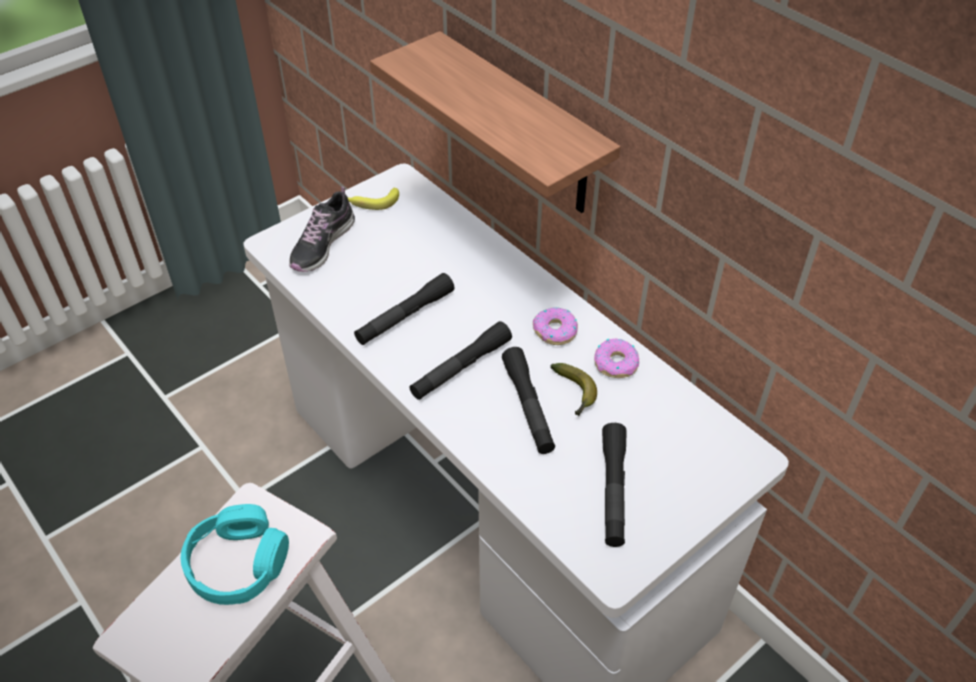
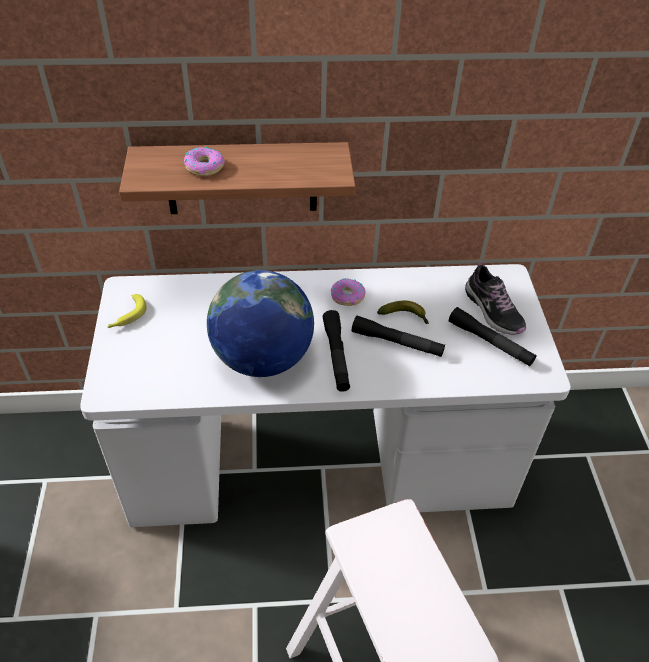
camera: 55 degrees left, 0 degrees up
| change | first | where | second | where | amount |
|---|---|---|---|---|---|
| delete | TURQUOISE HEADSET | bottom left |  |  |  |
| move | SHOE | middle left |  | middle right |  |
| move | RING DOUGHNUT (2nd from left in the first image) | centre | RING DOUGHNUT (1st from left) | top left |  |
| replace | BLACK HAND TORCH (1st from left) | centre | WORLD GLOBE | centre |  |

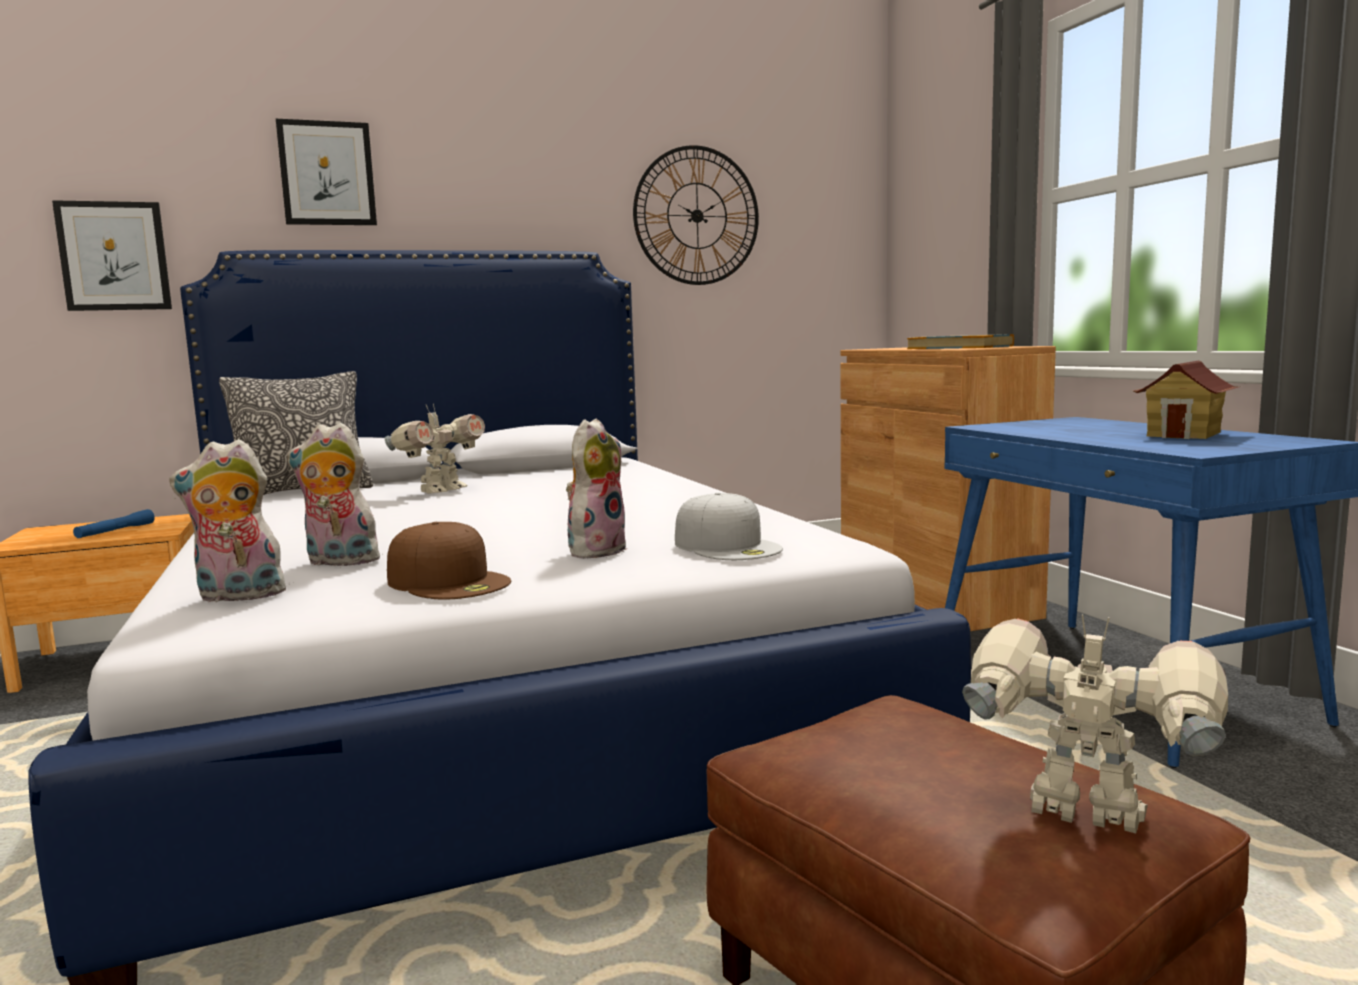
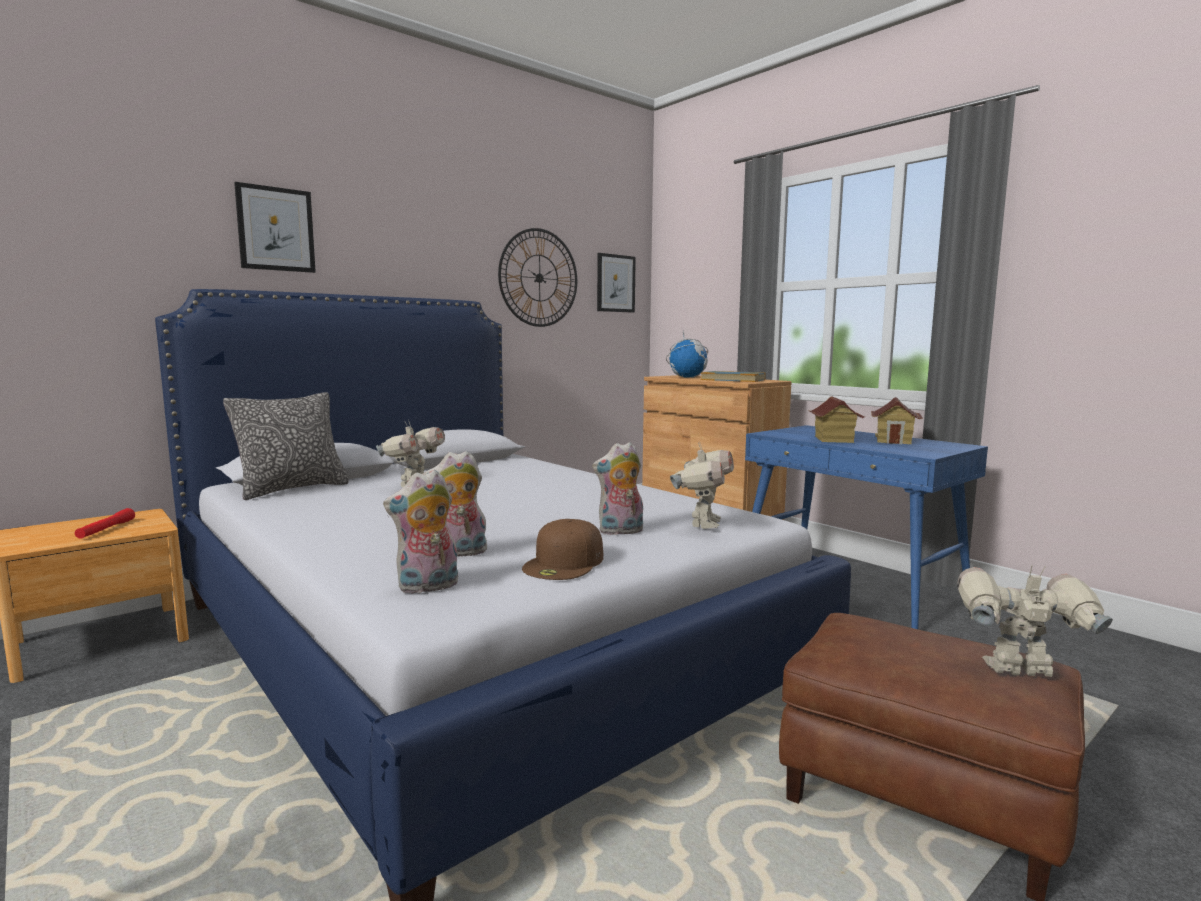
camera: 20 degrees left, 0 degrees up
| change | first | where | second | where | amount |
|---|---|---|---|---|---|
| insert |  |  | WORLD GLOBE | centre |  |
| insert |  |  | MODEL HOUSE (1st from left) | middle right |  |
| move | WALL ART (1st from left in the first image) | top left | WALL ART (2nd from left) | top centre |  |
| replace | WHITE BASEBALL CAP | centre | ROBOT FIGURE (2nd from left) | centre |  |
| recolor | BLUE-COLOURED HAND TORCH | middle left | RED-COLOURED HAND TORCH | middle left |  |
| rotate | BROWN-COLOURED BASEBALL CAP | middle left |  | centre | 90 degrees clockwise |
| rotate | CUDDLY TOY (3rd from left) | centre |  | centre | 120 degrees counterclockwise |

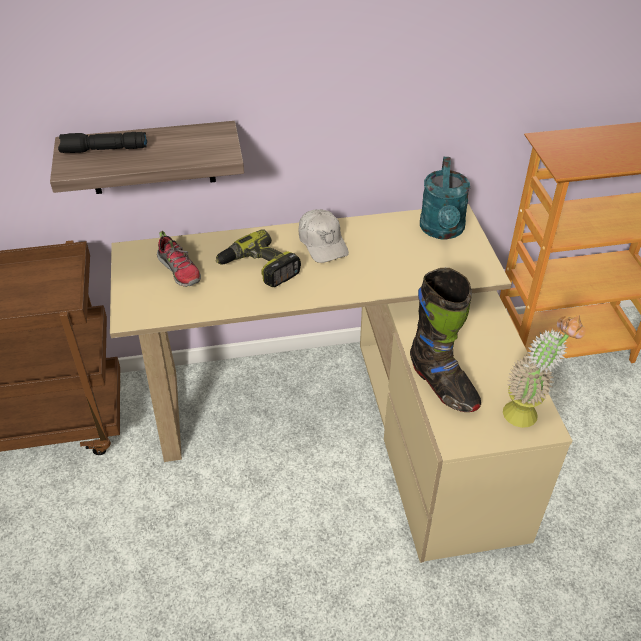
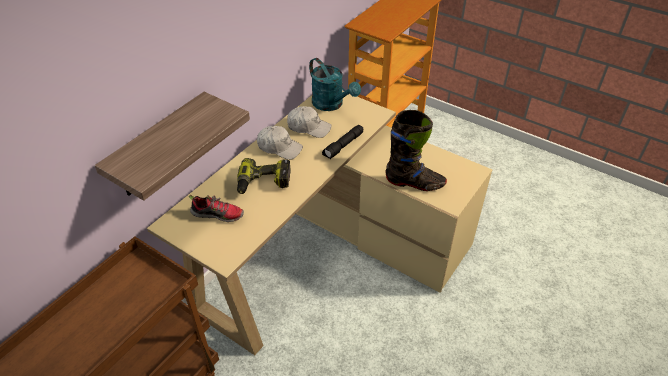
camera: 45 degrees left, 0 degrees up
| change | first | where | second | where | amount |
|---|---|---|---|---|---|
| delete | PLANT IN A POT | middle right |  |  |  |
| insert |  |  | WHITE BASEBALL CAP (2nd from left) | top centre |  |
| move | BLACK HAND TORCH | top left |  | centre |  |

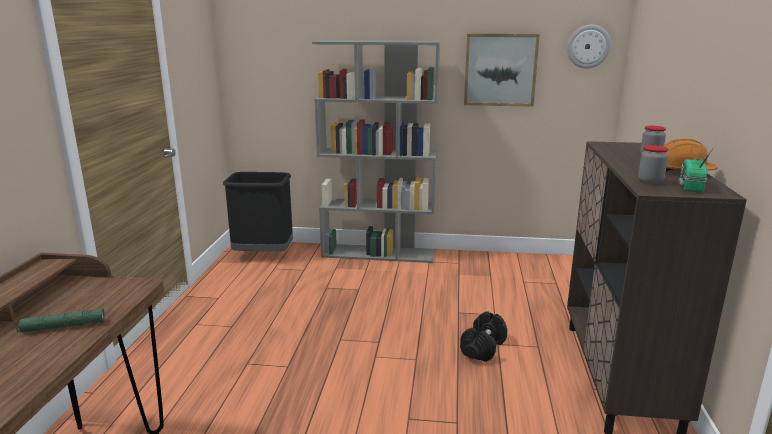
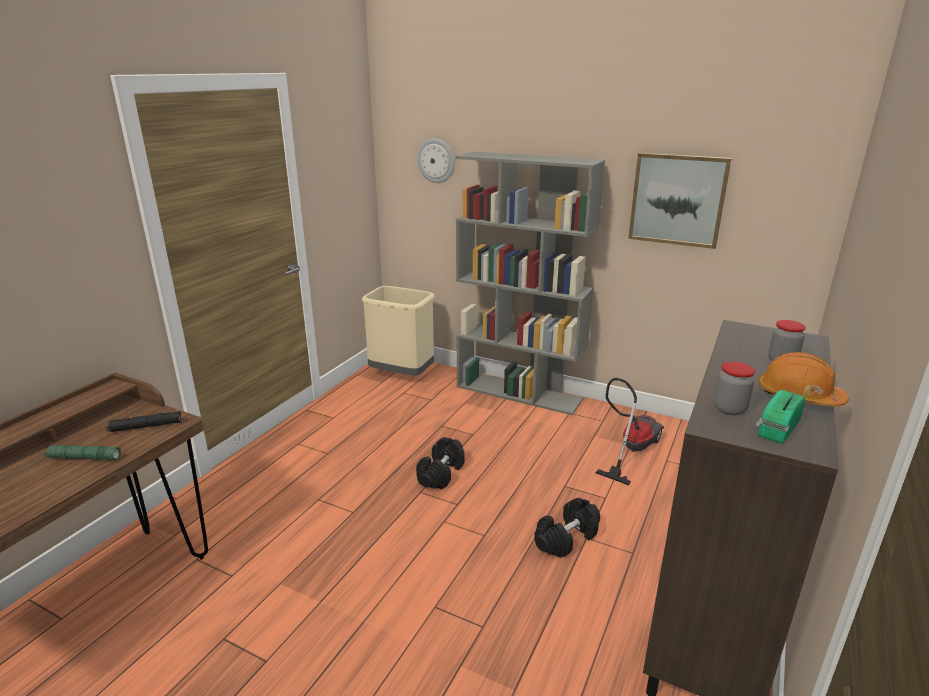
camera: 20 degrees right, 5 degrees up
| change | first | where | second | where | amount |
|---|---|---|---|---|---|
| insert |  |  | BLACK HAND TORCH | middle left |  |
| insert |  |  | BLACK HAND WEIGHT (1st from left) | centre |  |
| insert |  |  | VACUUM CLEANER | middle right |  |
| move | HANGING CLOCK | top right |  | top centre |  |
| recolor | BLACK WASTE BIN | centre | SAND-COLOURED WASTE BIN | centre |  |

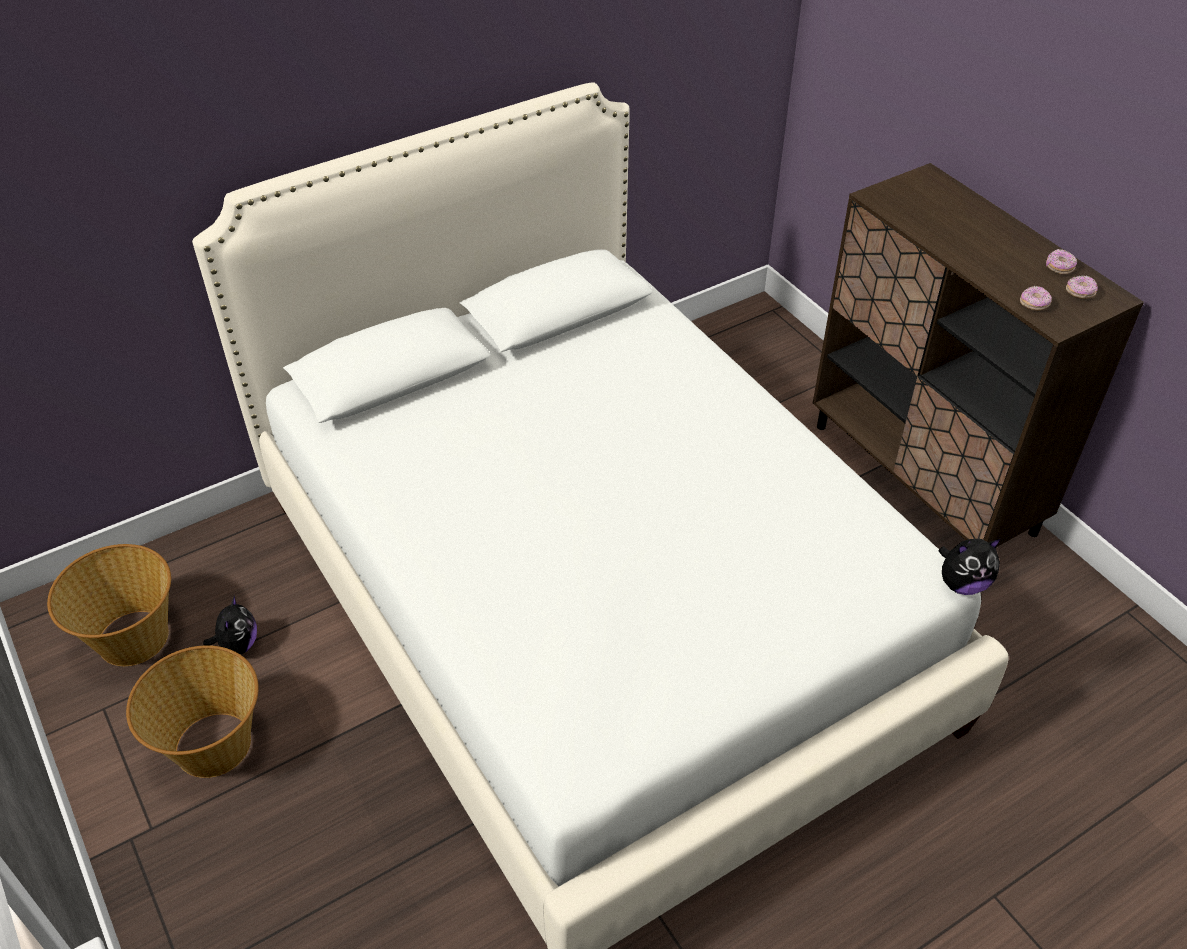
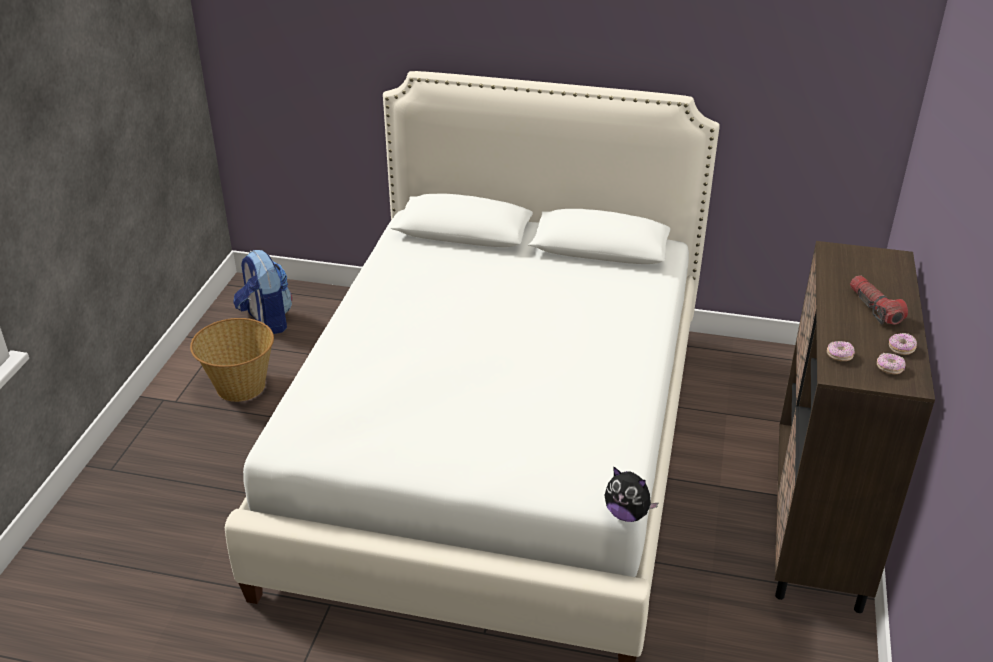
camera: 45 degrees right, 10 degrees down
| change | first | where | second | where | amount |
|---|---|---|---|---|---|
| delete | CUDDLY TOY (1st from left) | middle left |  |  |  |
| insert |  |  | HAND TORCH | middle right |  |
| replace | HOUSEHOLD BASKET (1st from left) | middle left | BACKPACK | middle left |  |

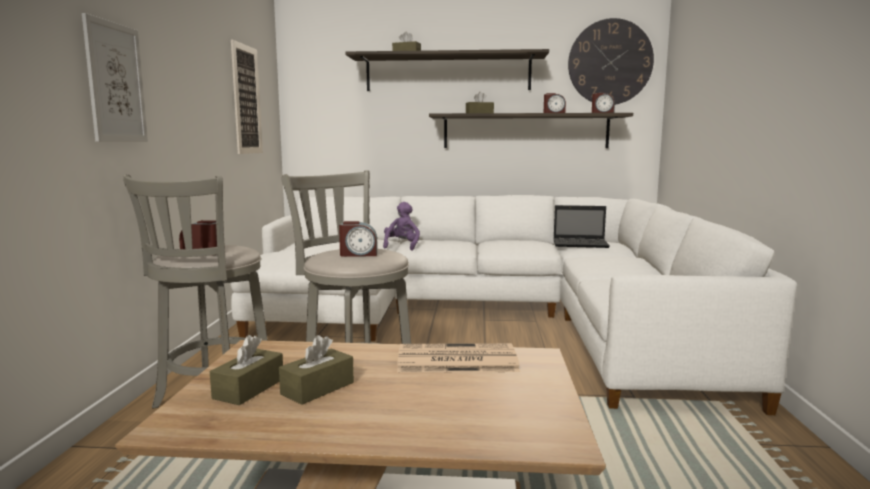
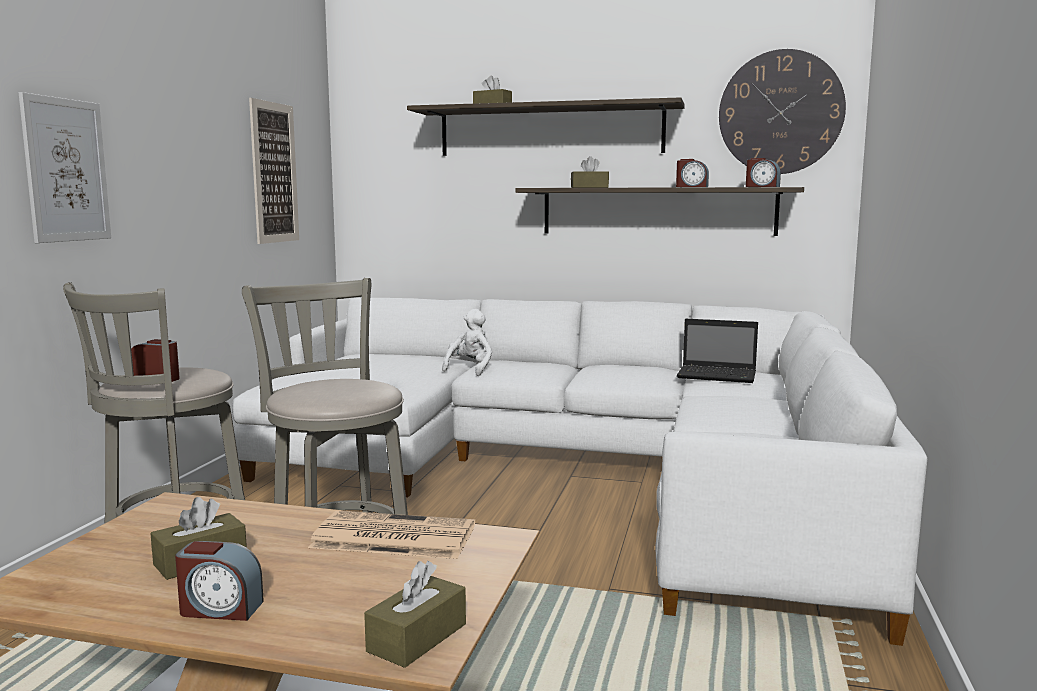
camera: 10 degrees right, 0 degrees up
| change | first | where | second | where | amount |
|---|---|---|---|---|---|
| move | BROWN-COLOURED TISSUE BOX (1st from left in the first image) | bottom left | BROWN-COLOURED TISSUE BOX (2nd from left) | bottom centre |  |
| move | BEDSIDE CLOCK (2nd from left) | centre |  | bottom left |  |
| recolor | PURPLE-COLOURED CUDDLY TOY | centre | WHITE CUDDLY TOY | centre |  |

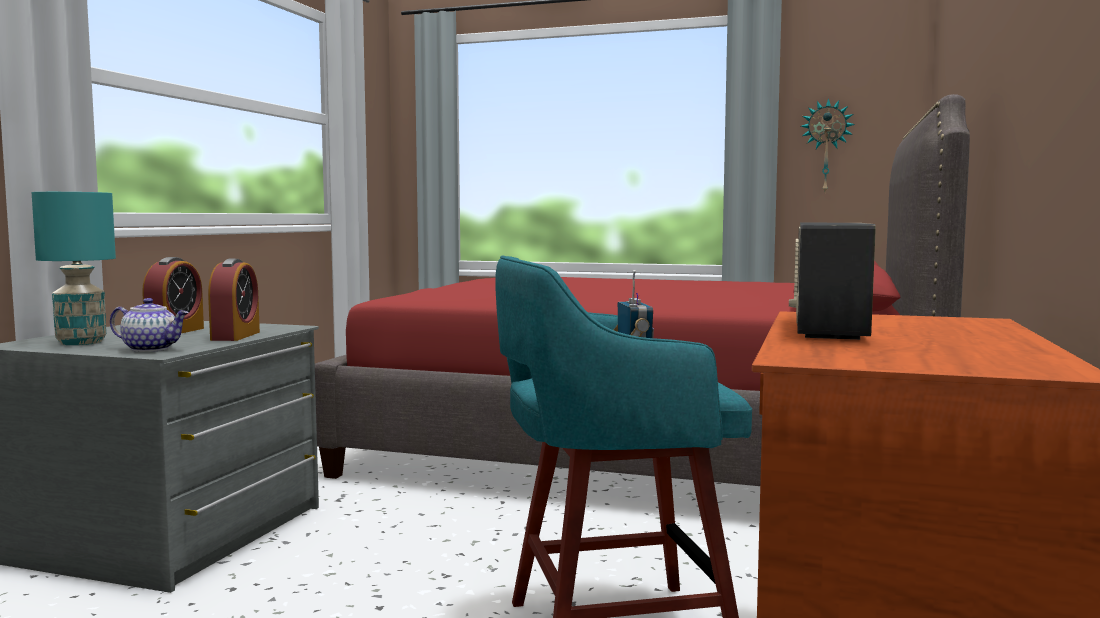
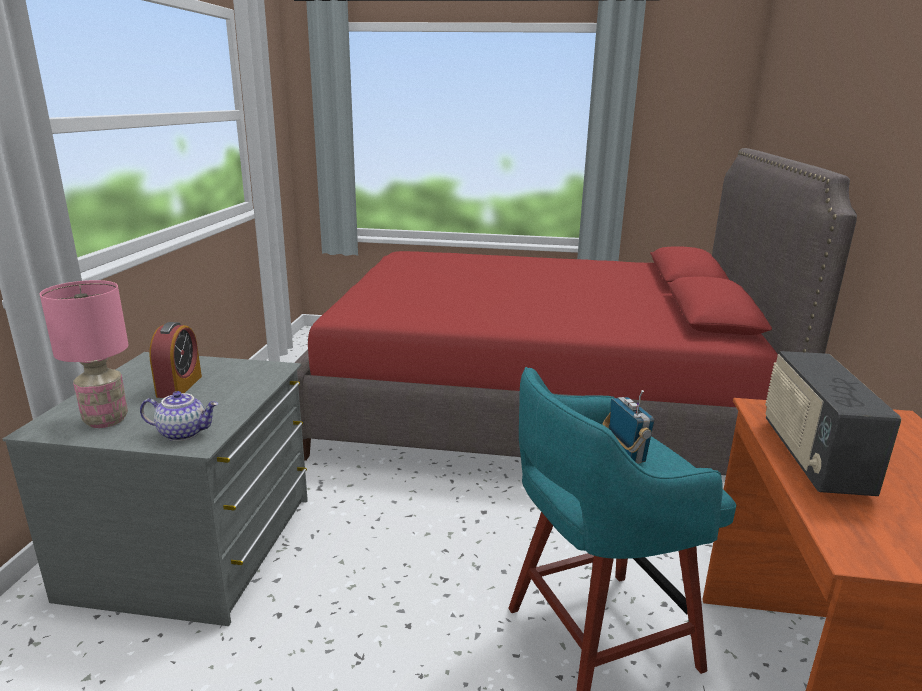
camera: 10 degrees left, 15 degrees up
| change | first | where | second | where | amount |
|---|---|---|---|---|---|
| delete | BEDSIDE CLOCK (2nd from left) | middle left |  |  |  |
| delete | HANGING CLOCK | top right |  |  |  |
| recolor | TURQUOISE LAMP FOR A TABLE | middle left | PINK LAMP FOR A TABLE | middle left |  |

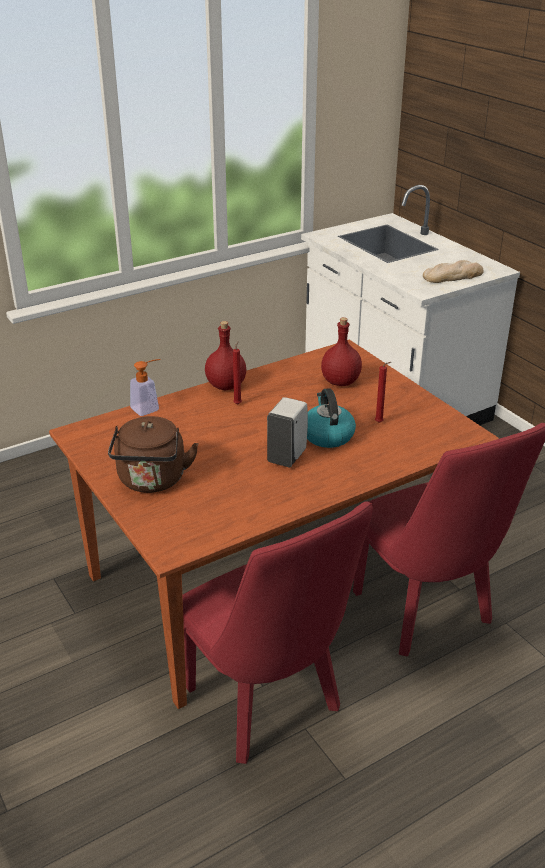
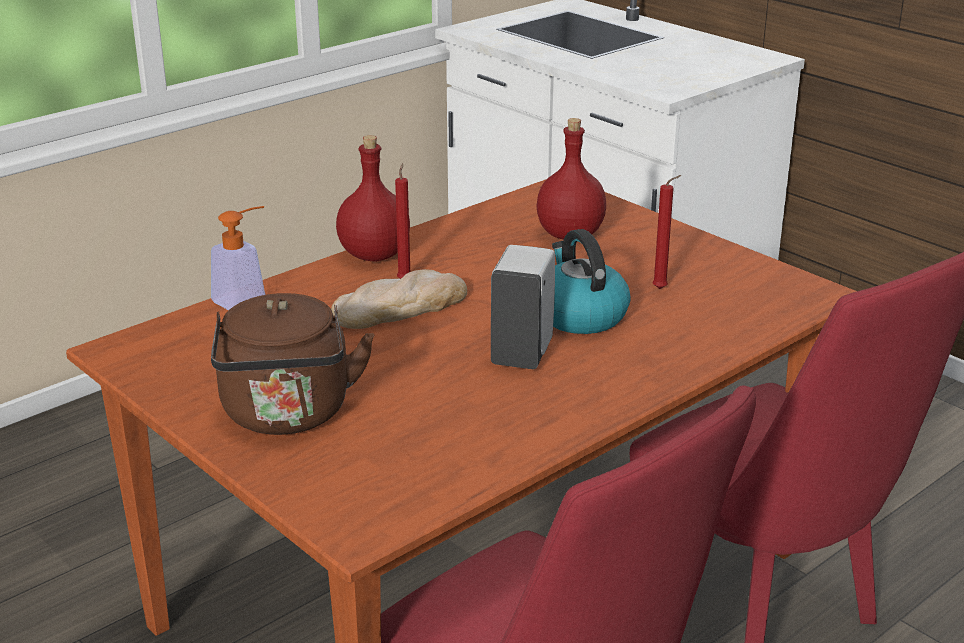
camera: 10 degrees left, 5 degrees down
| change | first | where | second | where | amount |
|---|---|---|---|---|---|
| move | BAKERY BREAD | top right |  | centre |  |

